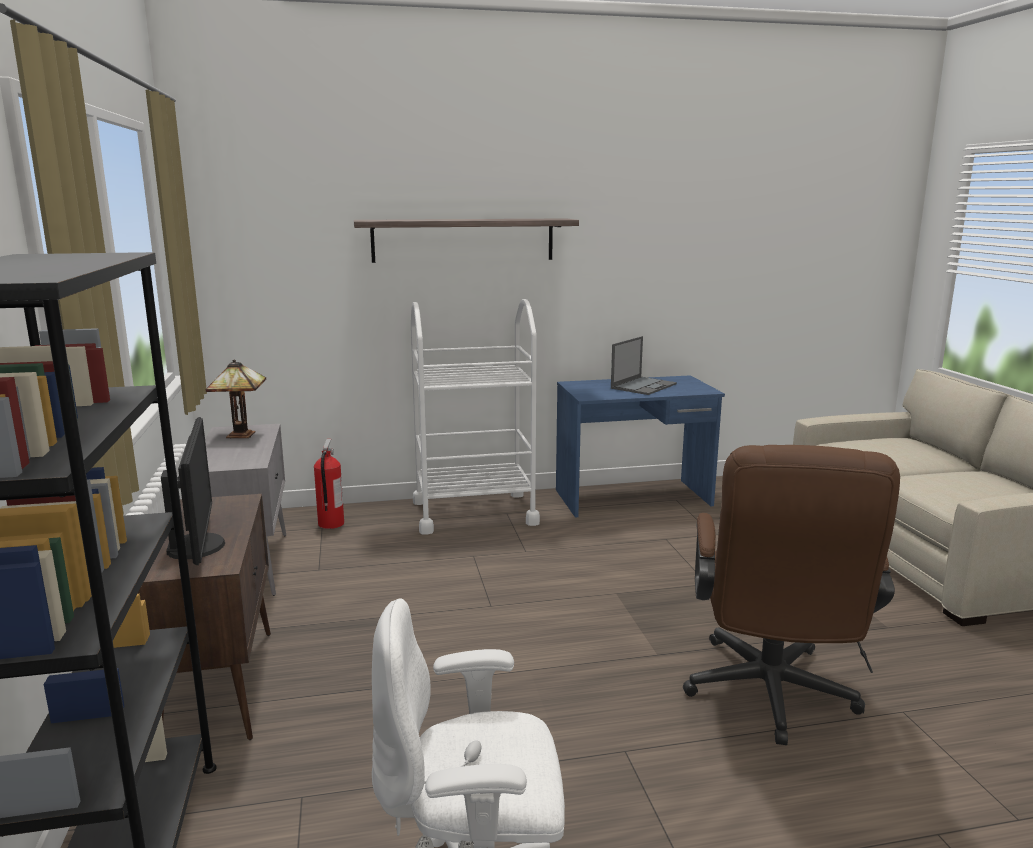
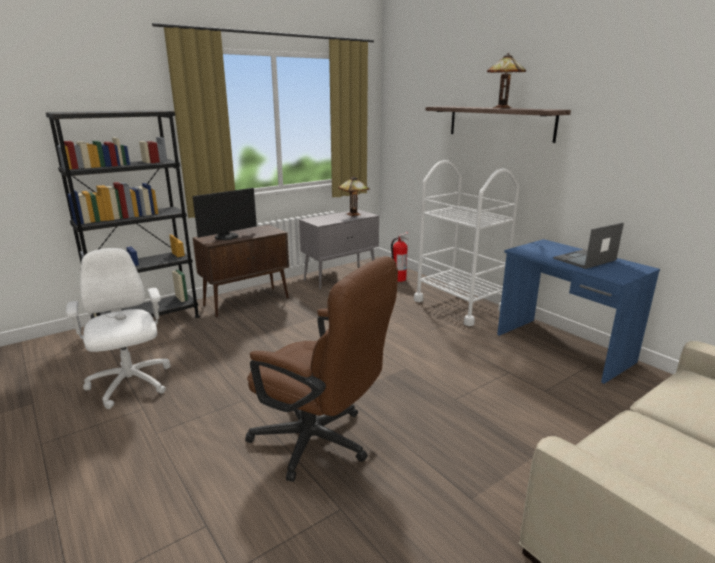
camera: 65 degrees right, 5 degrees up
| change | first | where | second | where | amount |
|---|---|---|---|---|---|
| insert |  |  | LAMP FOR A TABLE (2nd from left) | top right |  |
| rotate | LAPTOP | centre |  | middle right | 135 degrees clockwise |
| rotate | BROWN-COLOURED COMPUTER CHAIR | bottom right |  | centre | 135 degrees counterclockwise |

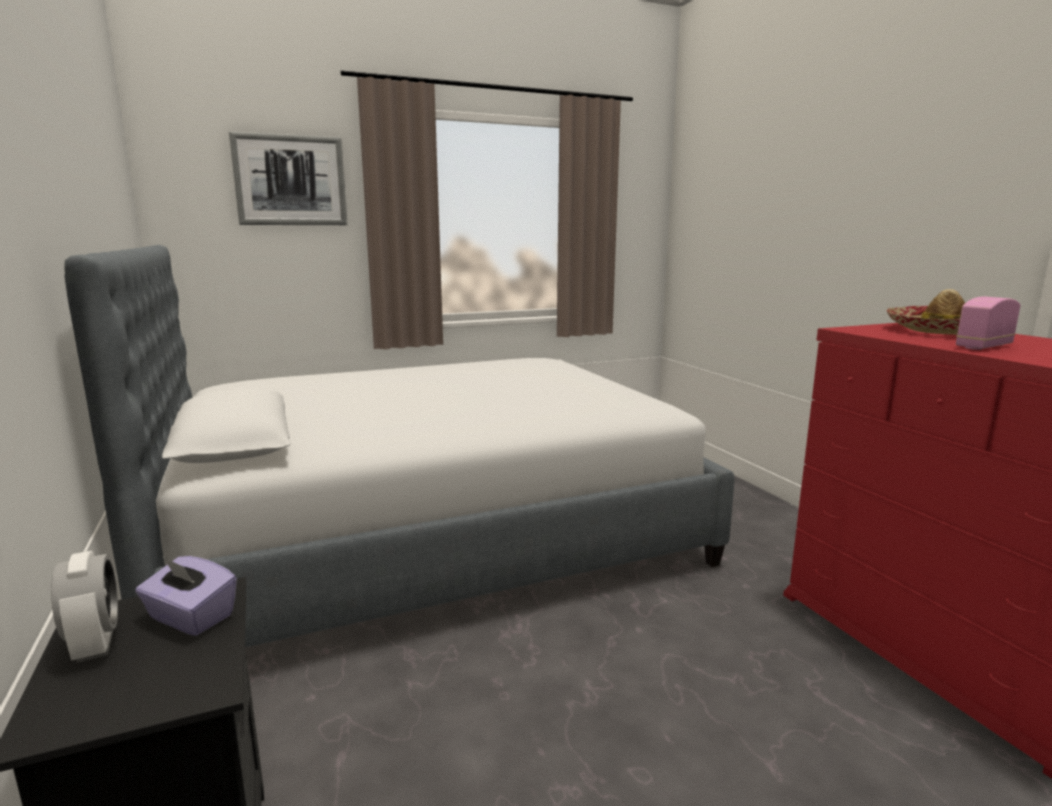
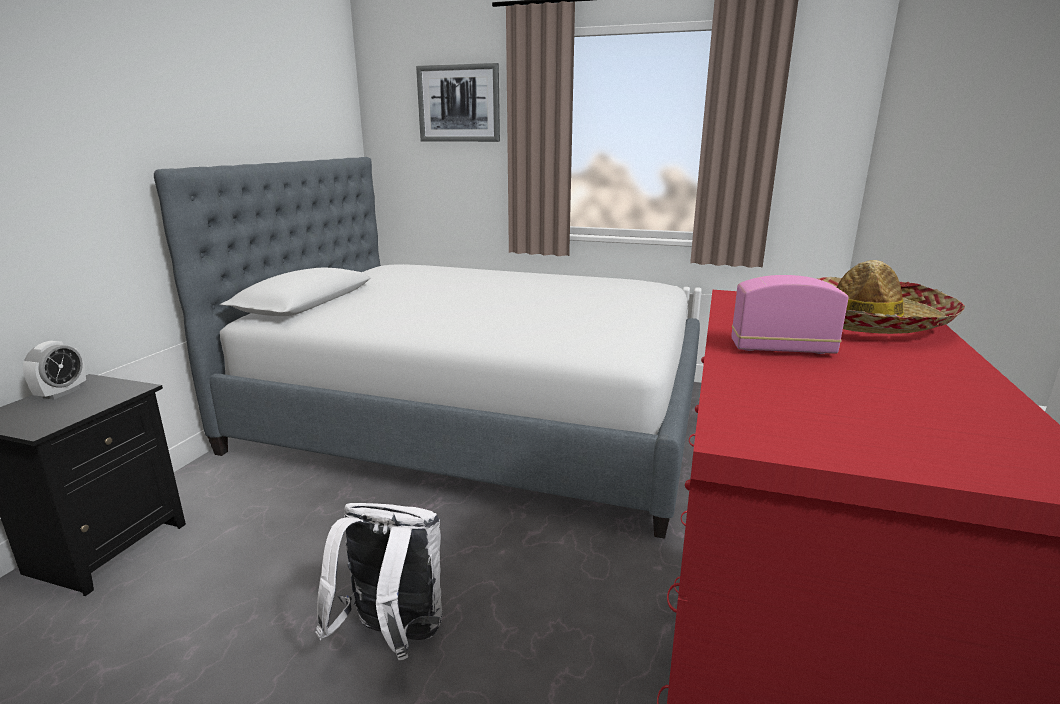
camera: 40 degrees right, 5 degrees up
| change | first | where | second | where | amount |
|---|---|---|---|---|---|
| delete | PURPLE-COLOURED TISSUE BOX | bottom left |  |  |  |
| insert |  |  | WHITE BACKPACK | bottom centre |  |

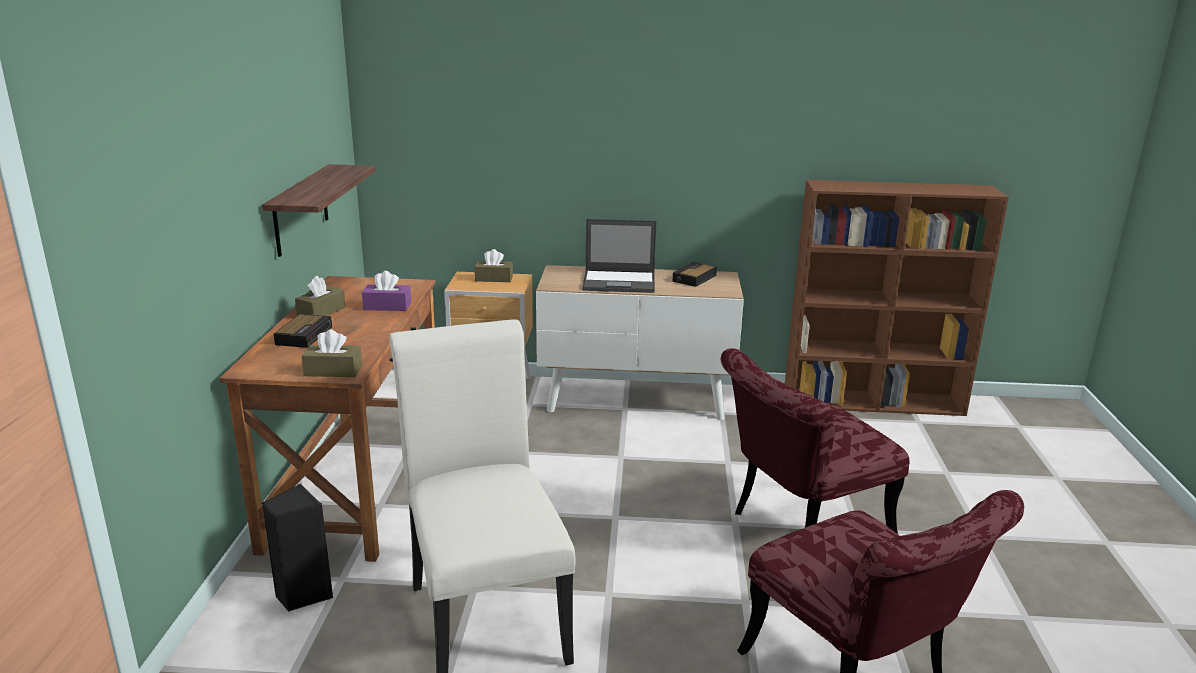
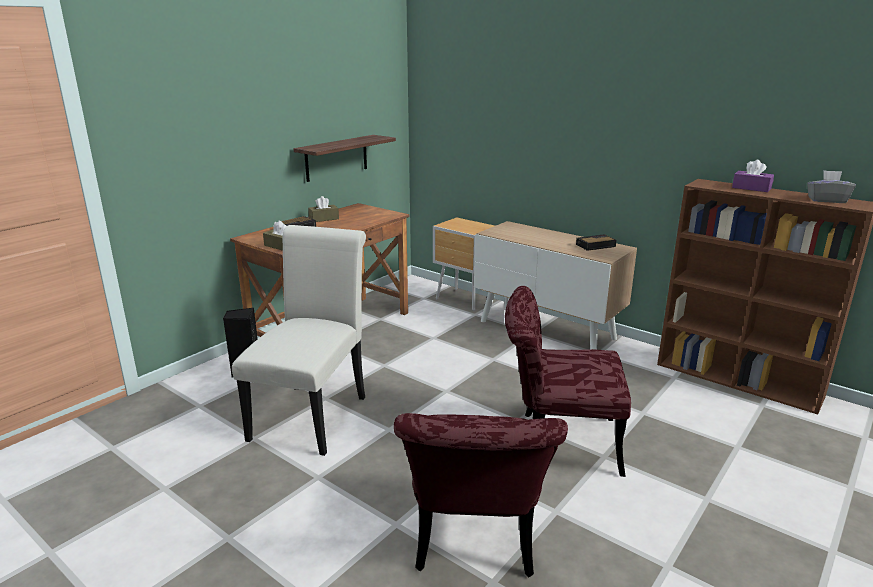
camera: 35 degrees right, 0 degrees up
| change | first | where | second | where | amount |
|---|---|---|---|---|---|
| delete | BROWN-COLOURED TISSUE BOX (3rd from left) | centre |  |  |  |
| delete | LAPTOP | centre |  |  |  |
| insert |  |  | GRAY TISSUE BOX | top right |  |
| move | PURPLE-COLOURED TISSUE BOX | middle left |  | top right |  |

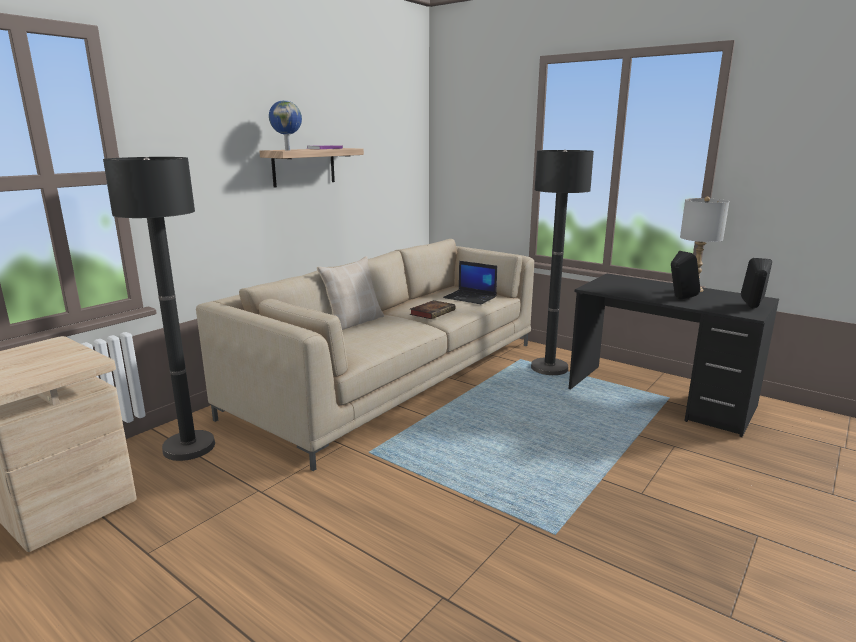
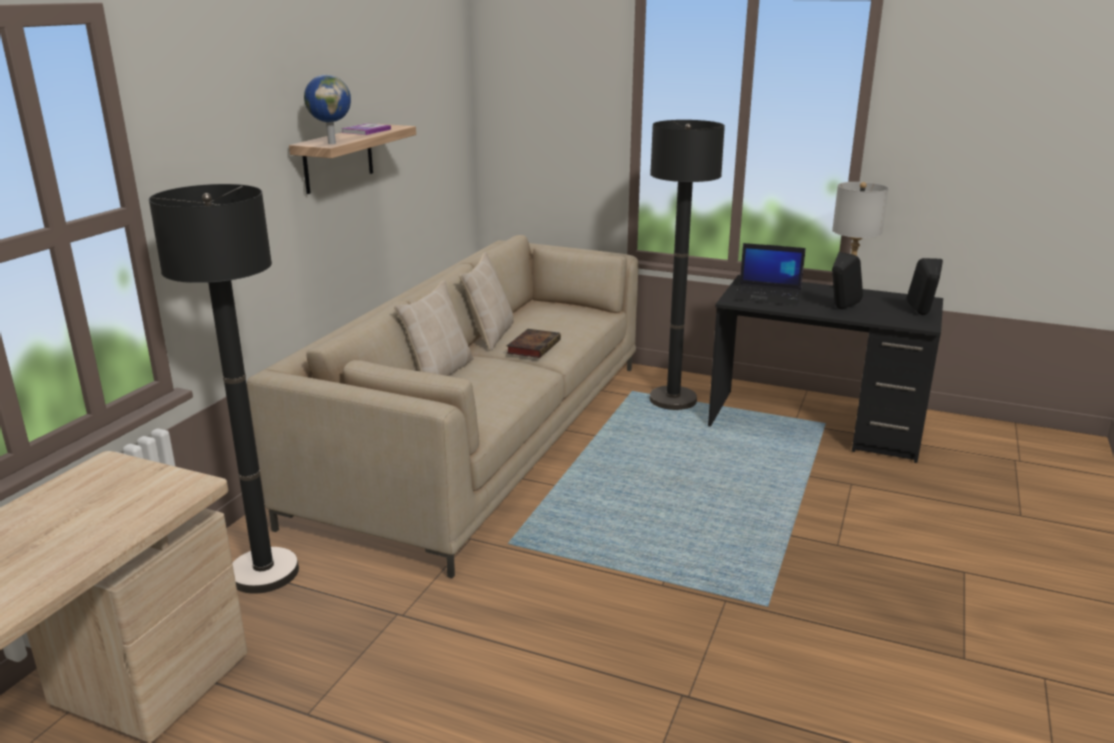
camera: 15 degrees left, 5 degrees up
| change | first | where | second | where | amount |
|---|---|---|---|---|---|
| insert |  |  | SAND-COLOURED PILLOW (2nd from left) | centre |  |
| move | LAPTOP | centre |  | middle right |  |

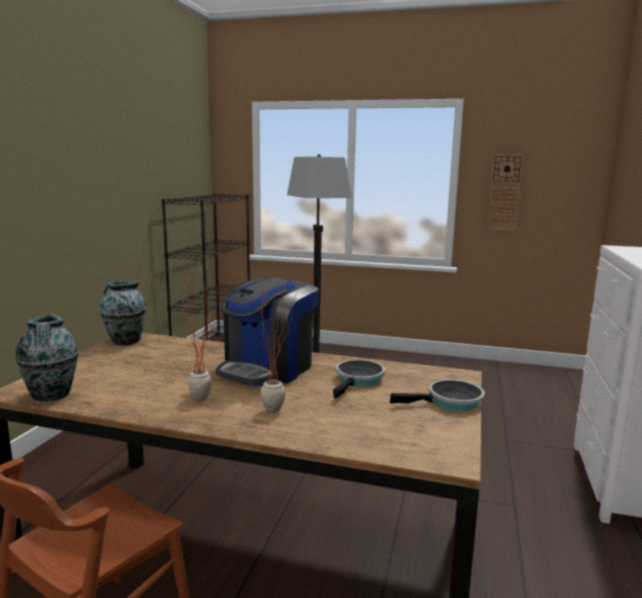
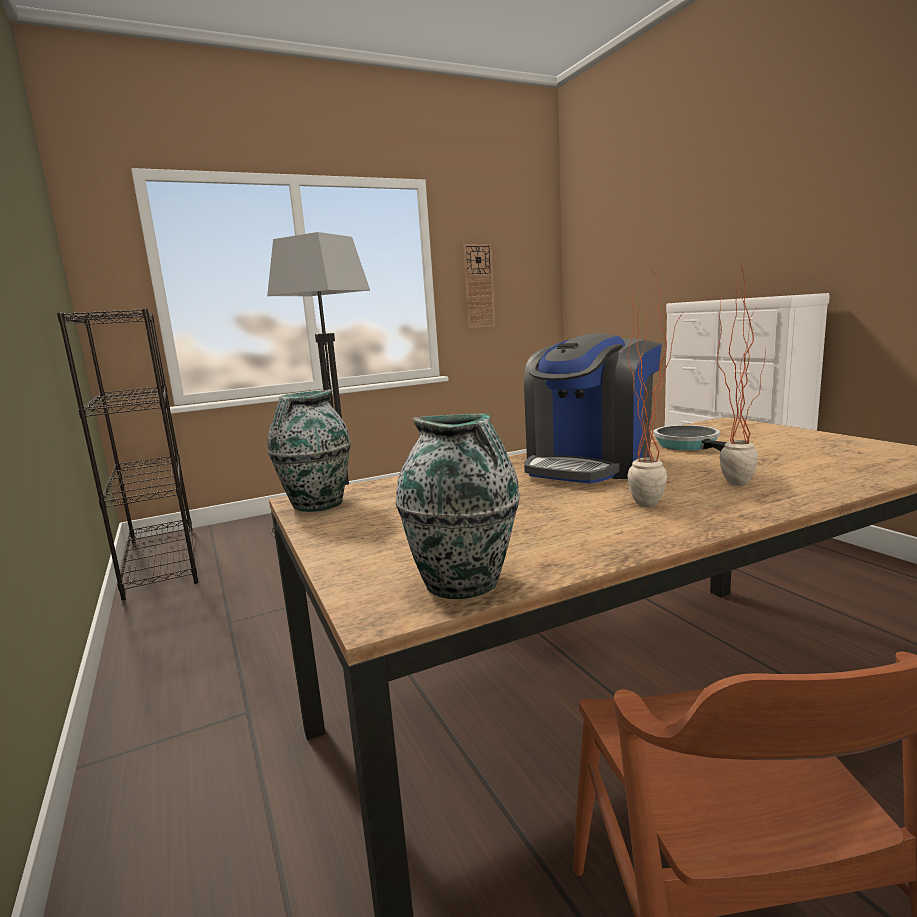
camera: 40 degrees left, 0 degrees up
| change | first | where | second | where | amount |
|---|---|---|---|---|---|
| delete | SKILLET (2nd from left) | middle right |  |  |  |
| rotate | COFFEE BREWER | centre |  | centre | 45 degrees clockwise |

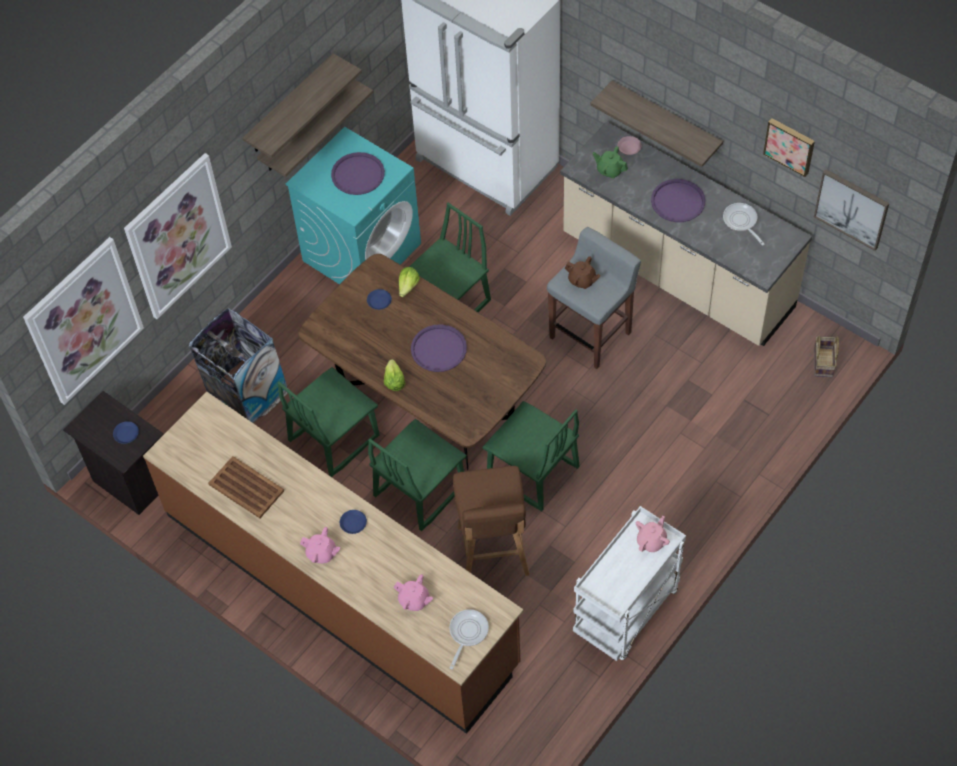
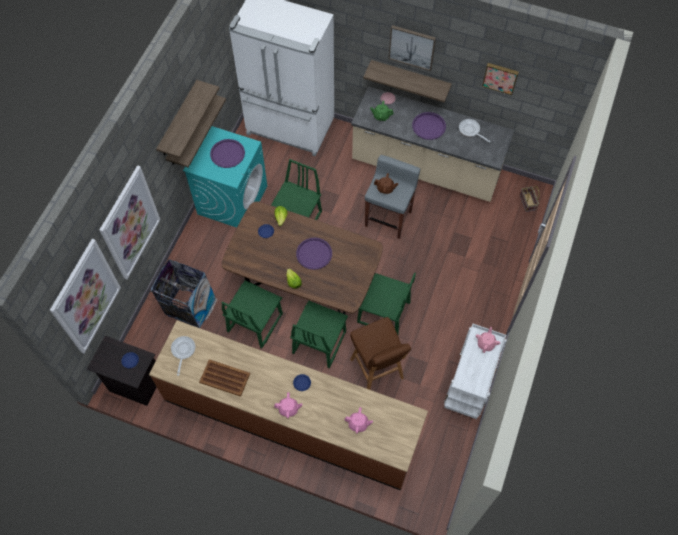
camera: 20 degrees left, 5 degrees up
| change | first | where | second | where | amount |
|---|---|---|---|---|---|
| move | SKILLET (1st from left) | bottom centre |  | middle left |  |
| move | WALL ART (4th from left in the first image) | top right | WALL ART (3rd from left) | top centre |  |

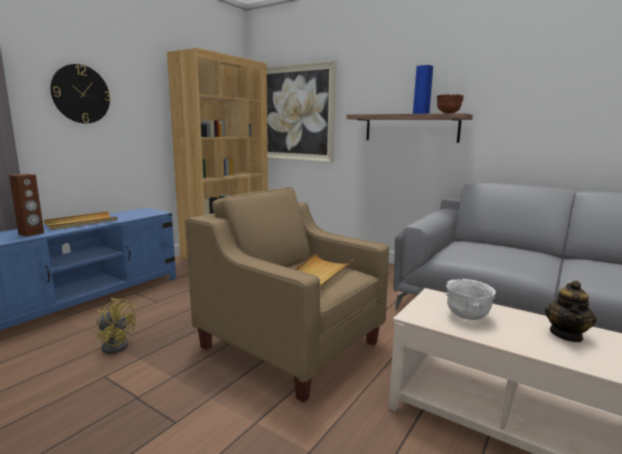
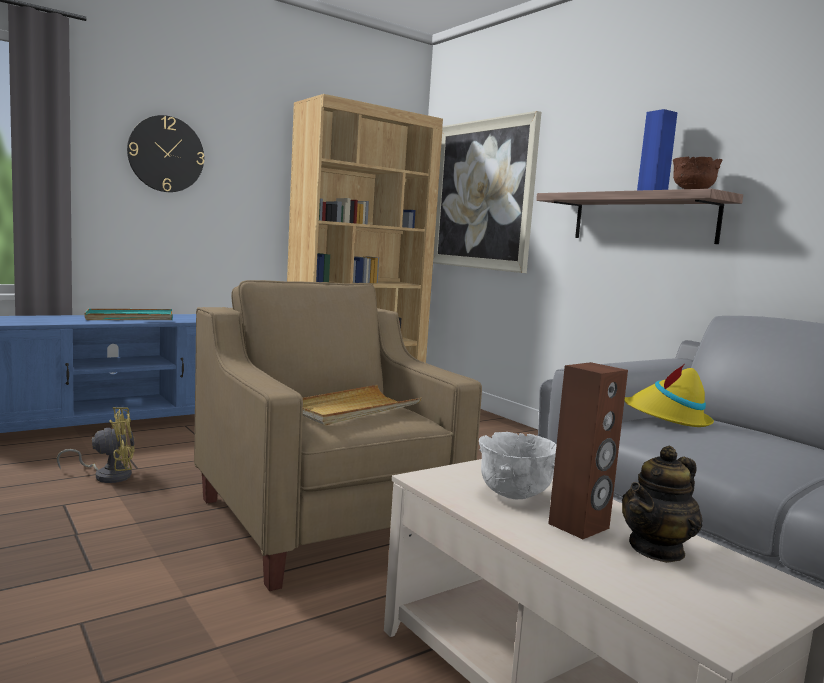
camera: 20 degrees right, 5 degrees down
| change | first | where | second | where | amount |
|---|---|---|---|---|---|
| insert |  |  | YELLOWISH HAT | middle right |  |
| move | BROWN-COLOURED AUDIO SPEAKER | middle left |  | middle right |  |
| recolor | SAND-COLOURED SERVING TRAY (1st from left) | middle left | TURQUOISE SERVING TRAY | middle left |  |
| rotate | YELLOWISH COOLING FAN | bottom left |  | middle left | 60 degrees counterclockwise |

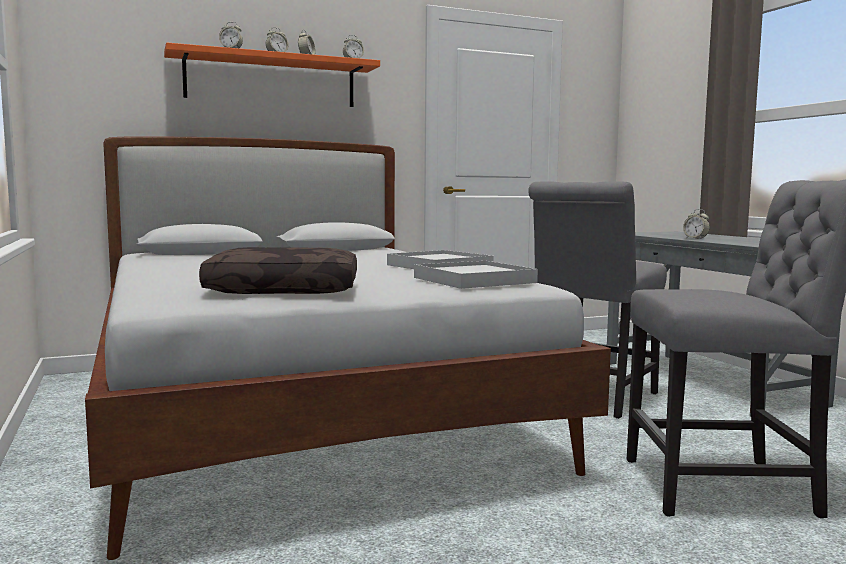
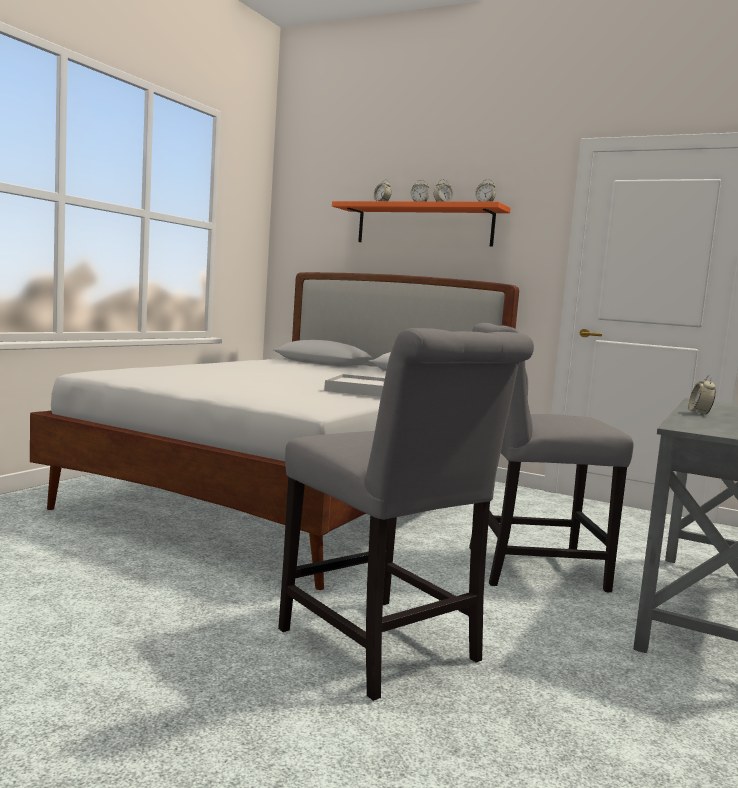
camera: 50 degrees right, 0 degrees up
| change | first | where | second | where | amount |
|---|---|---|---|---|---|
| delete | BROWN-COLOURED PILLOW | middle left |  |  |  |
| delete | WHITE SERVING TRAY (2nd from left) | centre |  |  |  |

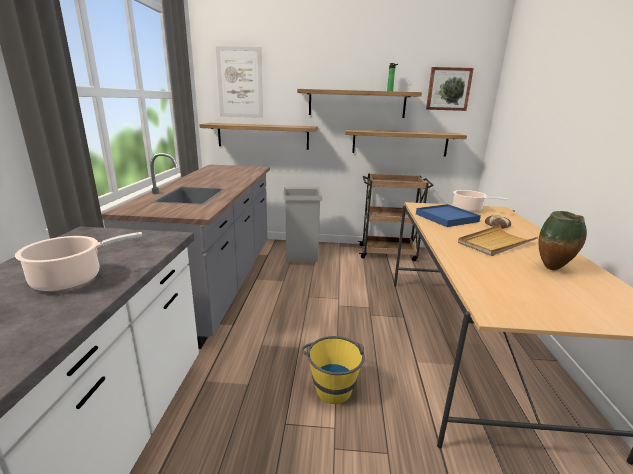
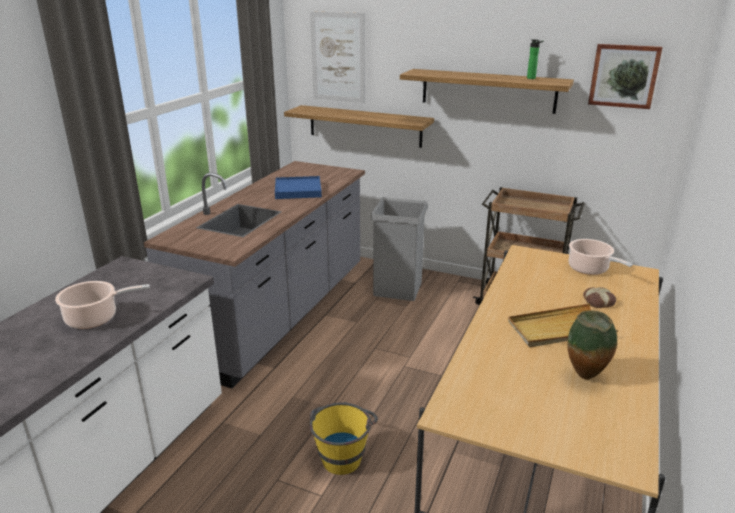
camera: 20 degrees right, 5 degrees up
| change | first | where | second | where | amount |
|---|---|---|---|---|---|
| delete | SHELF (3rd from left) | top centre |  |  |  |
| move | BLUE-COLOURED SERVING TRAY | middle right |  | centre |  |

